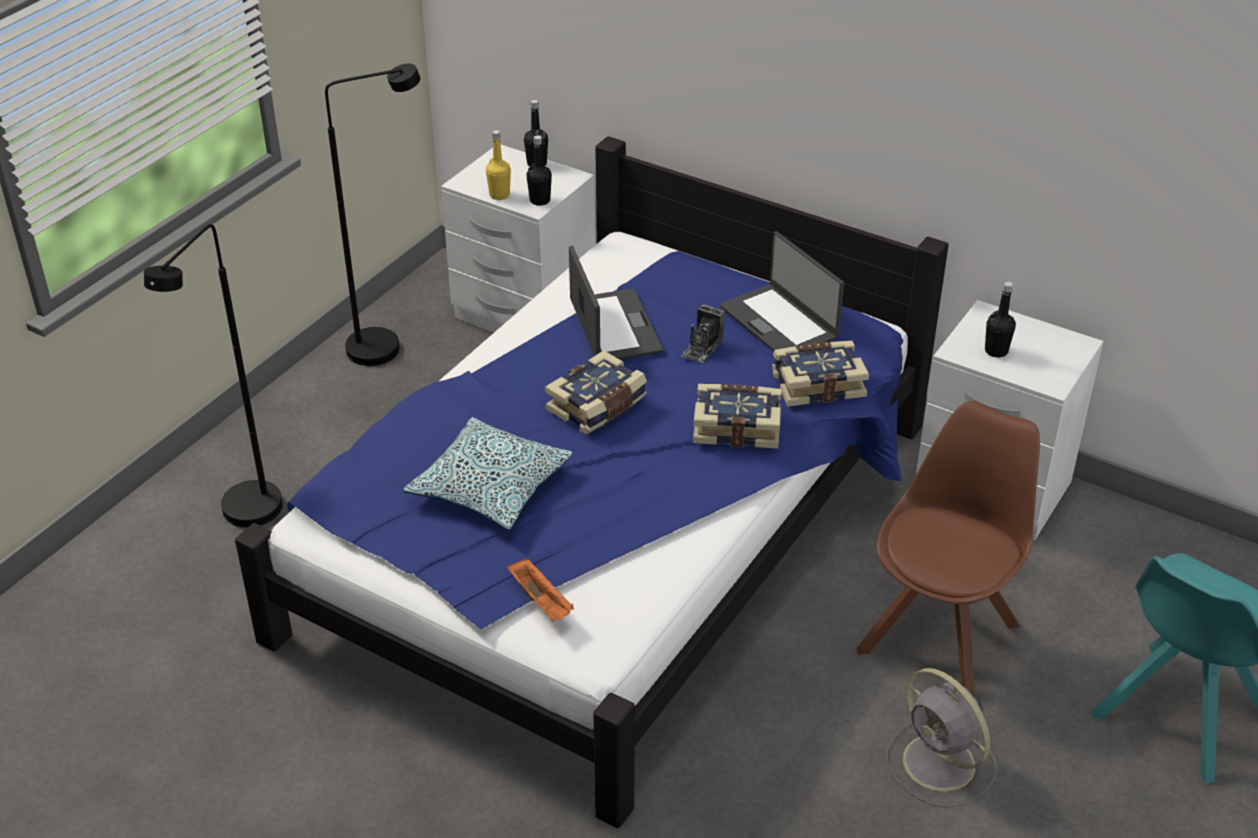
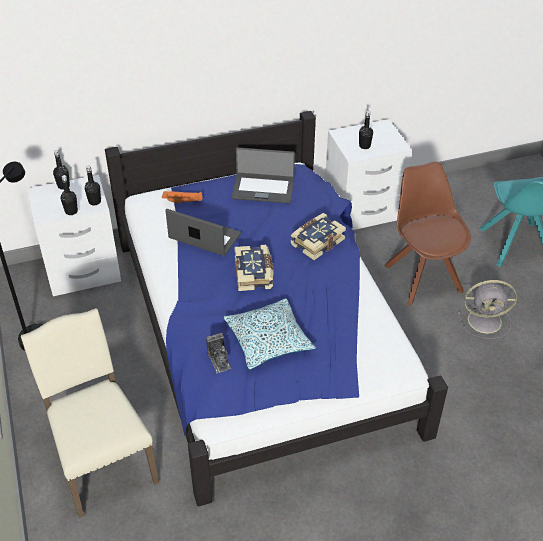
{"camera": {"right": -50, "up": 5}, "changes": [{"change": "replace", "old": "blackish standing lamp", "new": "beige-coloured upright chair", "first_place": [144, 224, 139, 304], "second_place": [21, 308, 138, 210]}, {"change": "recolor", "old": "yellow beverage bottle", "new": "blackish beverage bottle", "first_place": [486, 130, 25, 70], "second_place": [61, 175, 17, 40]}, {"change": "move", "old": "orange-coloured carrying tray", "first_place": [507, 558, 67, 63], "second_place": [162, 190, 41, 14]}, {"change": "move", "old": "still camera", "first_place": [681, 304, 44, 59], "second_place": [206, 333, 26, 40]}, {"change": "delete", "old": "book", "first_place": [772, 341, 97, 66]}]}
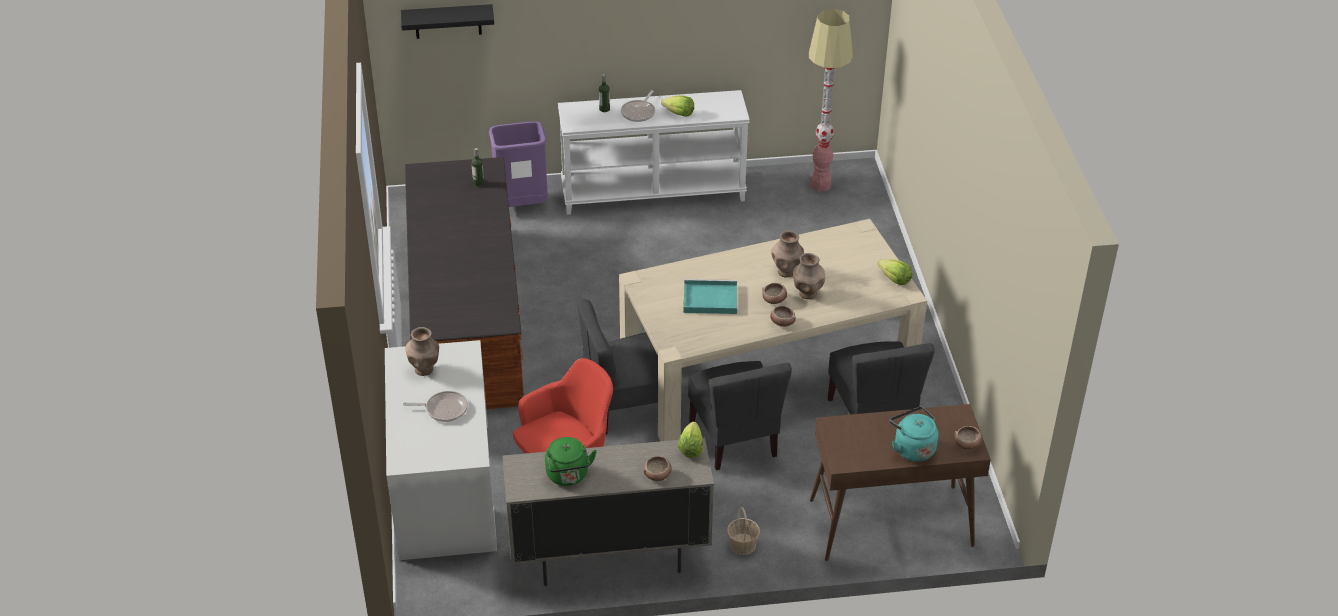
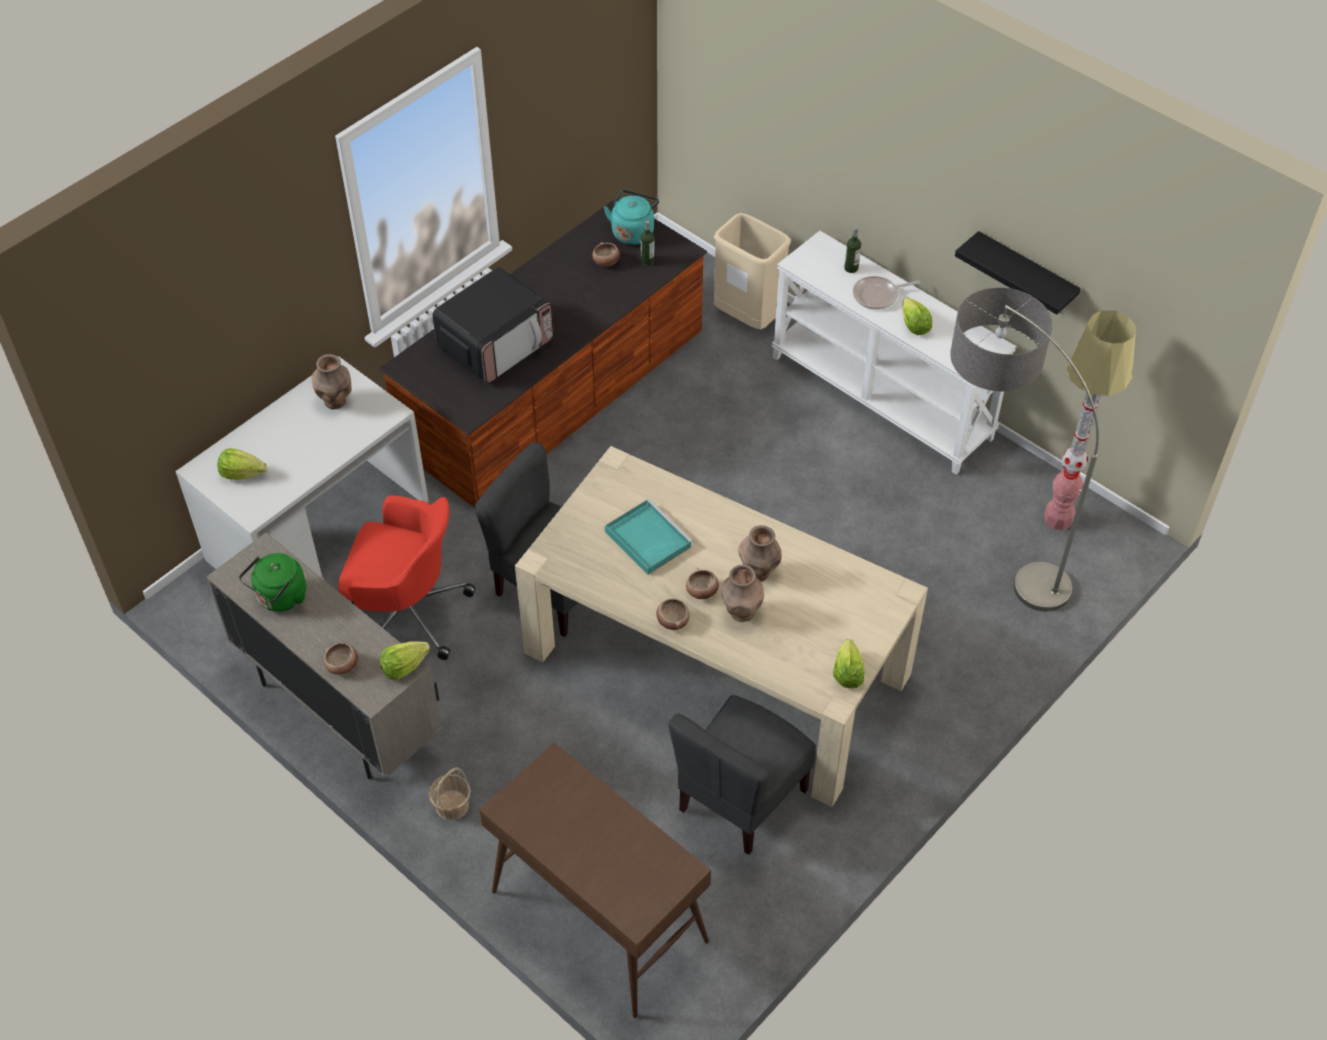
{"camera": {"right": 50, "up": 10}, "changes": [{"change": "insert", "new": "head of lettuce", "second_place": [217, 448, 50, 32]}, {"change": "insert", "new": "microwave", "second_place": [432, 267, 122, 117]}, {"change": "move", "old": "deep dish", "first_place": [955, 426, 27, 24], "second_place": [592, 242, 28, 24]}, {"change": "move", "old": "blue-green kettle", "first_place": [890, 407, 48, 55], "second_place": [604, 190, 55, 55]}, {"change": "recolor", "old": "purplish waste bin", "new": "beige-coloured waste bin", "first_place": [489, 121, 59, 86], "second_place": [714, 213, 77, 116]}, {"change": "insert", "new": "standing lamp", "second_place": [950, 287, 149, 324]}, {"change": "move", "old": "blackish shelf", "first_place": [401, 4, 93, 35], "second_place": [955, 231, 126, 84]}, {"change": "delete", "old": "pan", "first_place": [403, 391, 65, 31]}, {"change": "delete", "old": "greyish upright chair", "first_place": [688, 361, 104, 109]}]}
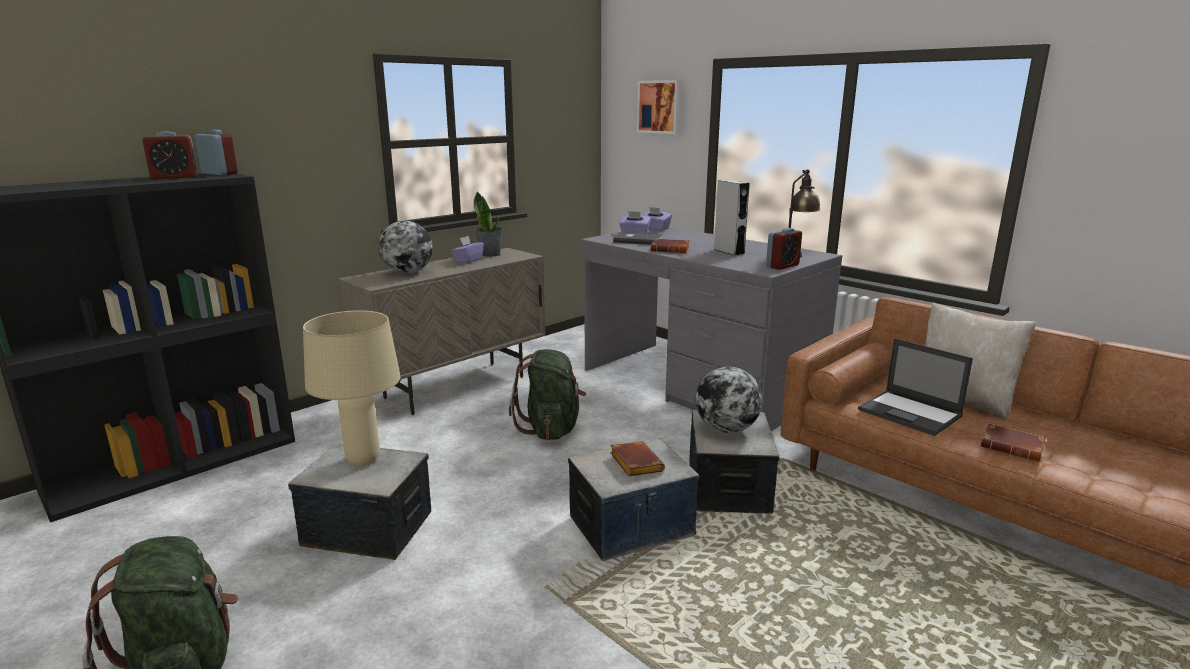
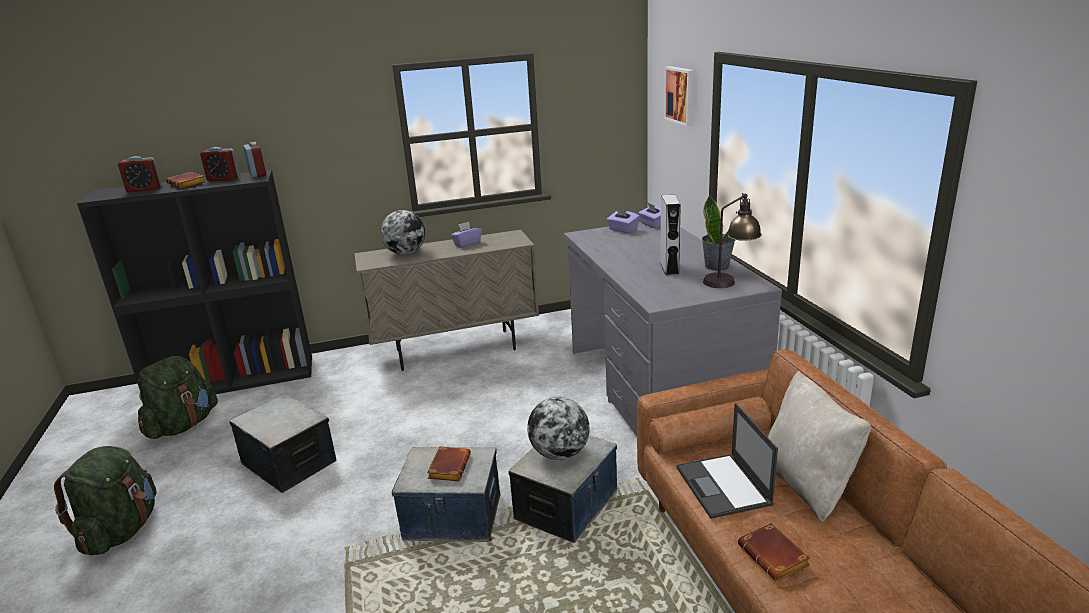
{"camera": {"right": 30, "up": 5}, "changes": [{"change": "move", "old": "alarm clock", "first_place": [766, 228, 36, 42], "second_place": [118, 156, 43, 36]}, {"change": "move", "old": "green-coloured backpack", "first_place": [509, 349, 77, 91], "second_place": [138, 356, 80, 83]}, {"change": "move", "old": "brownish book", "first_place": [650, 239, 40, 14], "second_place": [166, 172, 40, 16]}, {"change": "move", "old": "plant in a pot", "first_place": [473, 192, 31, 65], "second_place": [702, 195, 33, 76]}, {"change": "delete", "old": "beige-coloured table lamp", "first_place": [303, 311, 98, 154]}, {"change": "delete", "old": "greyish book", "first_place": [613, 232, 50, 13]}]}
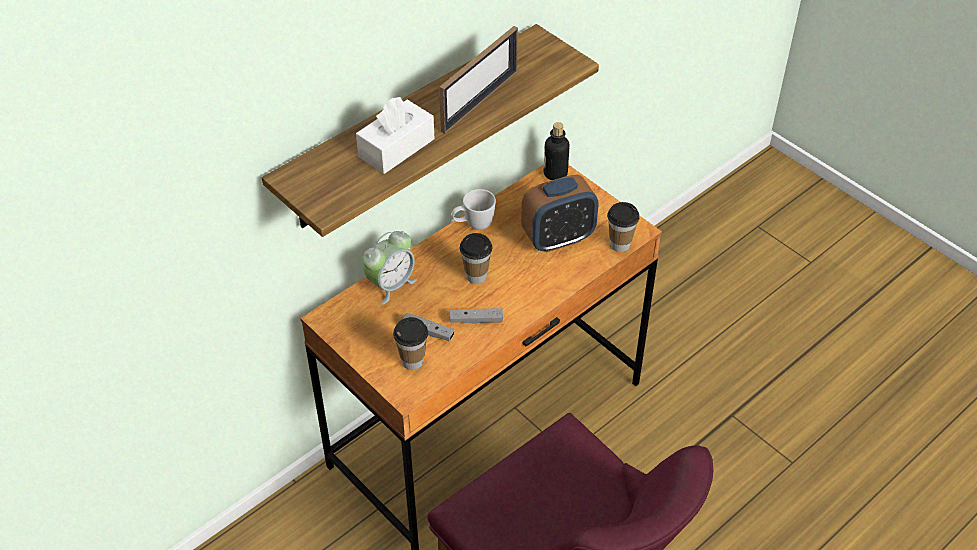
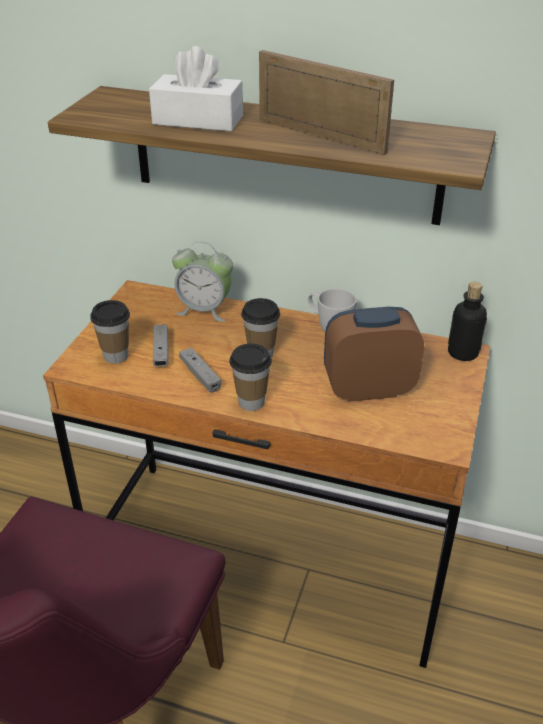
{"camera": {"right": 60, "up": -10}, "changes": [{"change": "move", "old": "cup", "first_place": [607, 202, 33, 50], "second_place": [229, 343, 43, 68]}, {"change": "rotate", "old": "picture frame", "first_place": [439, 26, 79, 108], "second_place": [259, 50, 135, 105], "degrees": -150}, {"change": "rotate", "old": "alarm clock", "first_place": [521, 174, 77, 78], "second_place": [324, 307, 100, 95], "degrees": 135}]}
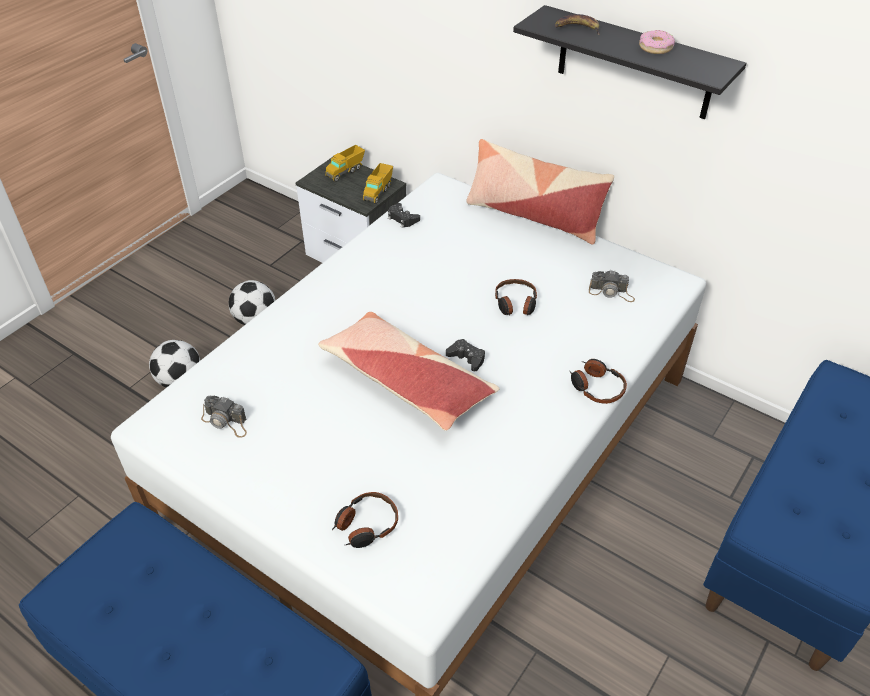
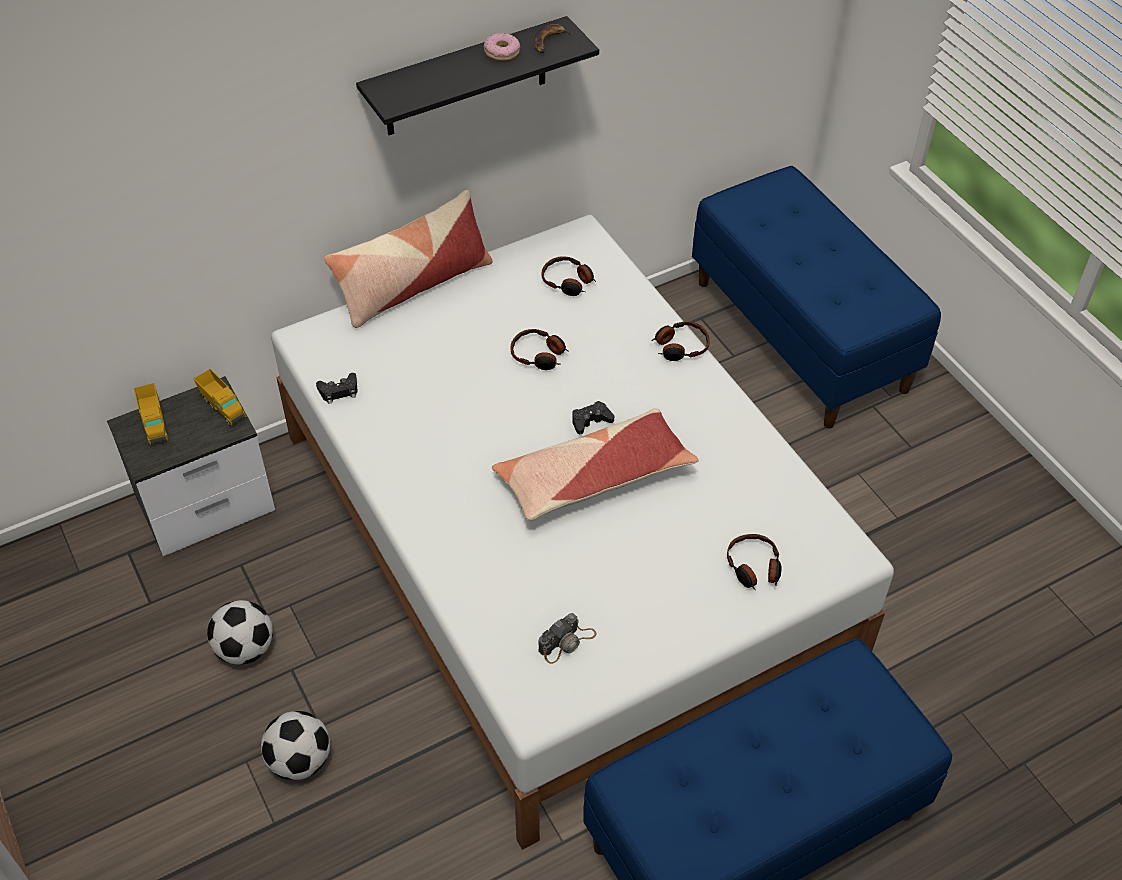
{"camera": {"right": -65, "up": 5}, "changes": [{"change": "move", "old": "banana fruit", "first_place": [555, 14, 45, 21], "second_place": [534, 24, 40, 29]}, {"change": "replace", "old": "still camera", "new": "headphones", "first_place": [589, 270, 46, 32], "second_place": [542, 256, 54, 40]}]}
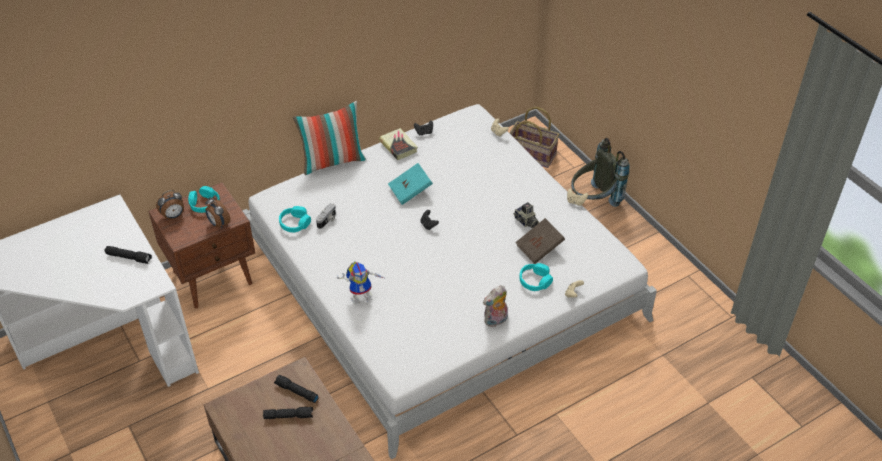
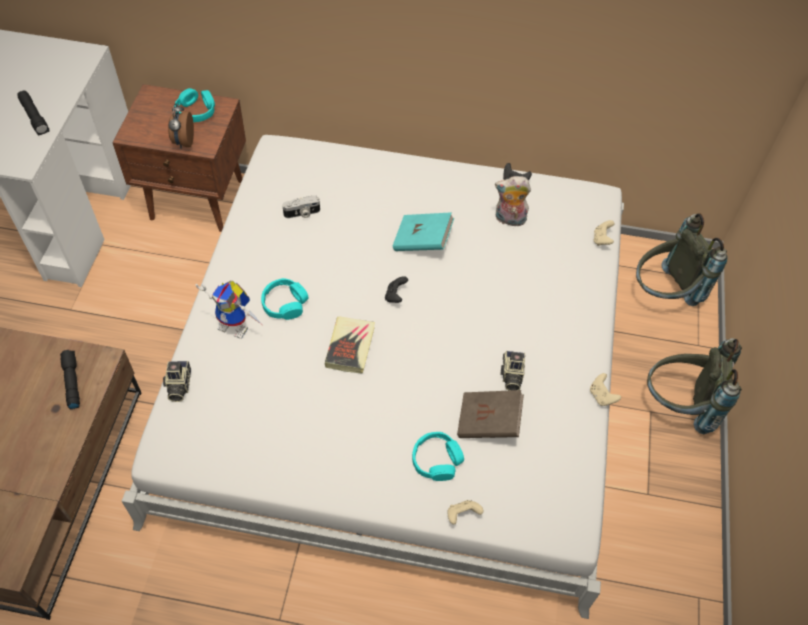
{"camera": {"right": 40, "up": 10}, "changes": [{"change": "insert", "new": "still camera", "second_place": [163, 361, 28, 41]}, {"change": "move", "old": "blue-green headphones", "first_place": [279, 206, 32, 26], "second_place": [261, 278, 47, 42]}, {"change": "move", "old": "book", "first_place": [379, 128, 39, 32], "second_place": [325, 316, 50, 58]}, {"change": "move", "old": "cuddly toy", "first_place": [483, 285, 25, 43], "second_place": [495, 176, 36, 51]}, {"change": "replace", "old": "storage basket", "new": "greyish backpack", "first_place": [509, 107, 50, 61], "second_place": [636, 213, 91, 93]}, {"change": "delete", "old": "alarm clock", "first_place": [156, 190, 28, 30]}, {"change": "delete", "old": "blackish hand torch", "first_place": [263, 407, 50, 12]}, {"change": "delete", "old": "cushion", "first_place": [293, 101, 73, 74]}]}
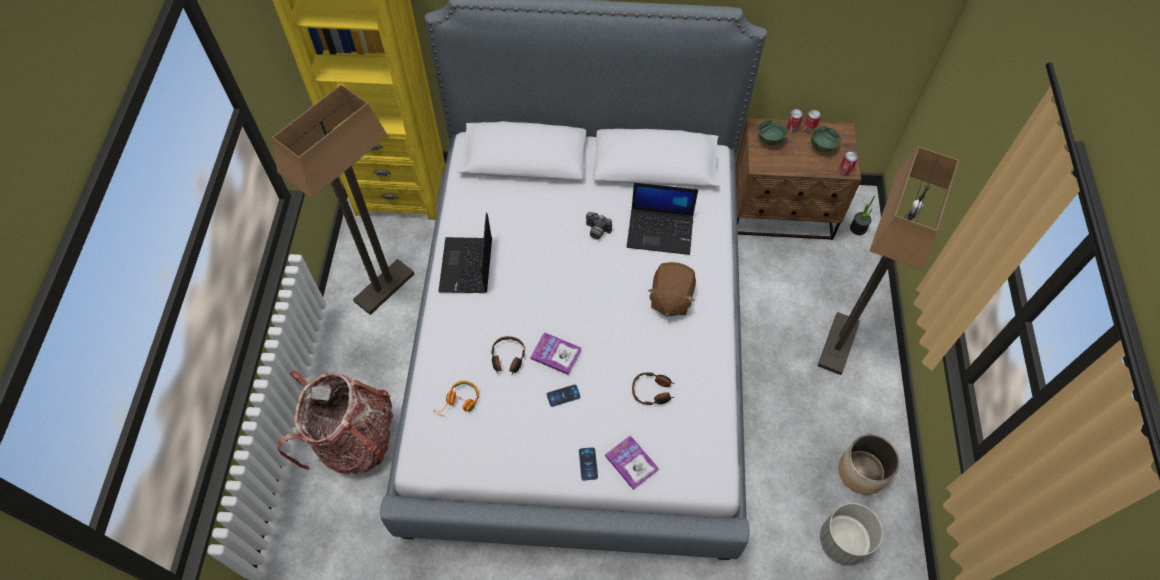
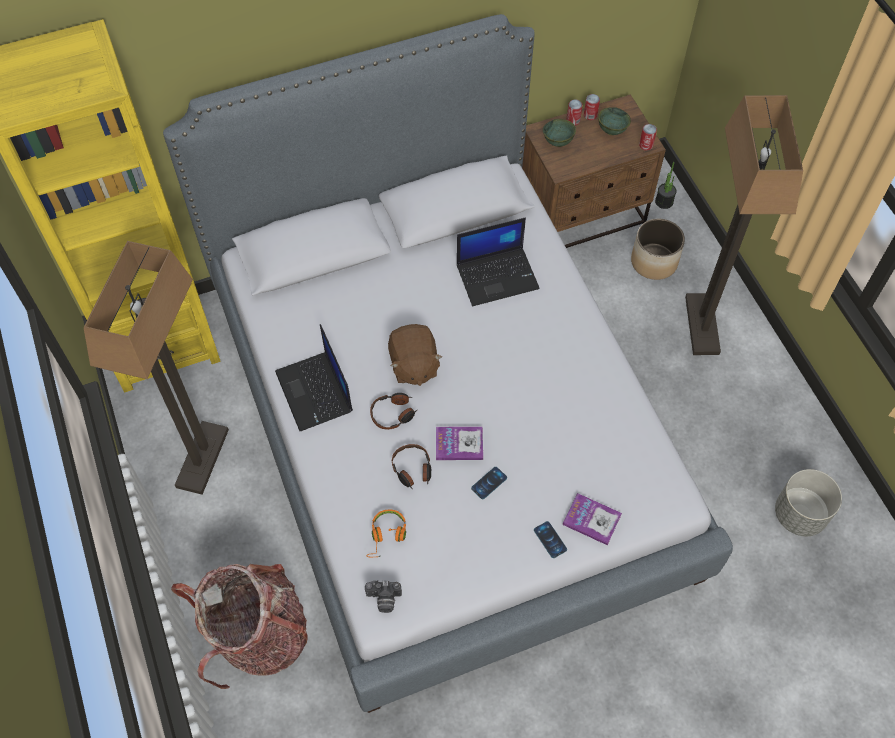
{"camera": {"right": -25, "up": 0}, "changes": [{"change": "move", "old": "still camera", "first_place": [586, 212, 26, 28], "second_place": [365, 580, 37, 33]}, {"change": "move", "old": "headphones", "first_place": [632, 372, 42, 33], "second_place": [370, 393, 47, 37]}, {"change": "move", "old": "brownish cuddly toy", "first_place": [648, 262, 48, 55], "second_place": [388, 324, 54, 62]}, {"change": "move", "old": "plant pot", "first_place": [839, 434, 61, 61], "second_place": [631, 219, 54, 61]}]}
